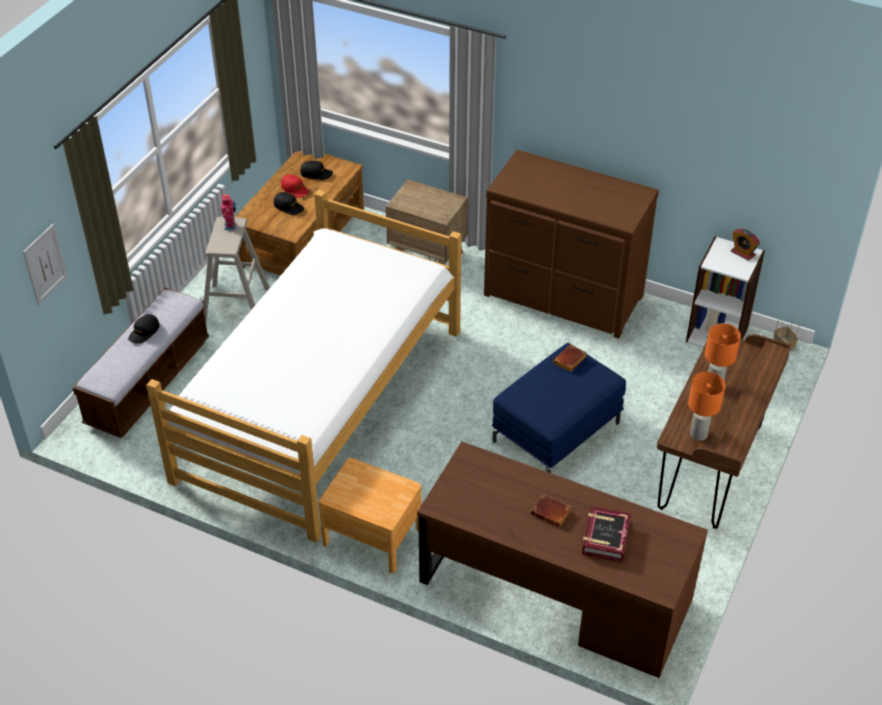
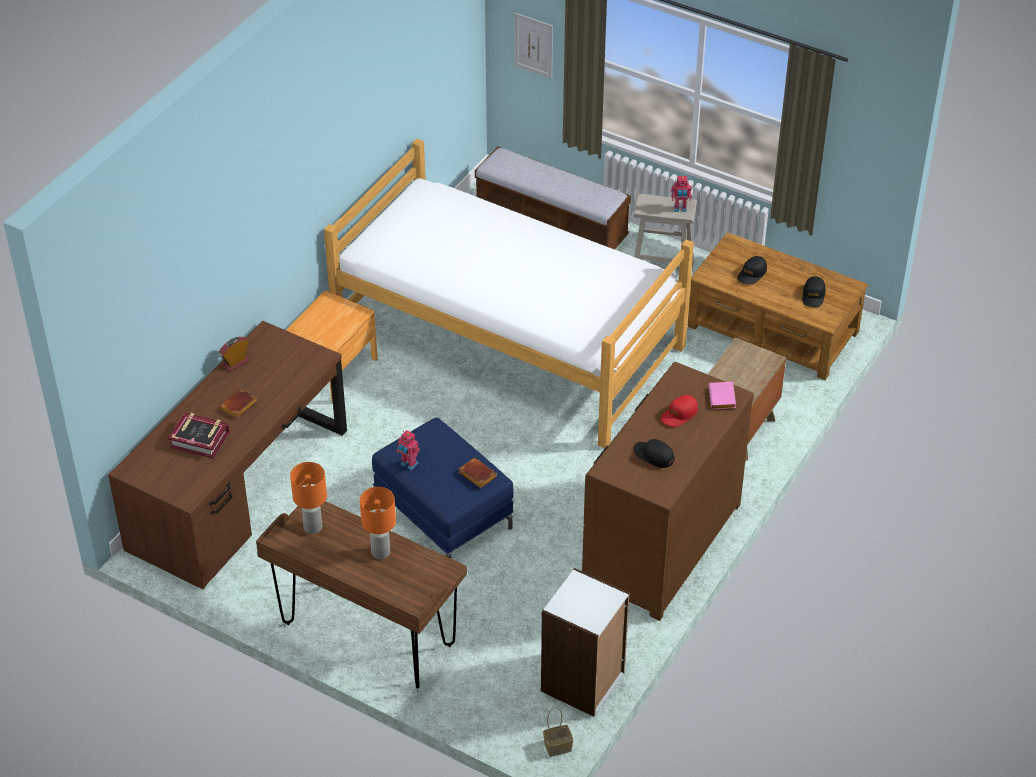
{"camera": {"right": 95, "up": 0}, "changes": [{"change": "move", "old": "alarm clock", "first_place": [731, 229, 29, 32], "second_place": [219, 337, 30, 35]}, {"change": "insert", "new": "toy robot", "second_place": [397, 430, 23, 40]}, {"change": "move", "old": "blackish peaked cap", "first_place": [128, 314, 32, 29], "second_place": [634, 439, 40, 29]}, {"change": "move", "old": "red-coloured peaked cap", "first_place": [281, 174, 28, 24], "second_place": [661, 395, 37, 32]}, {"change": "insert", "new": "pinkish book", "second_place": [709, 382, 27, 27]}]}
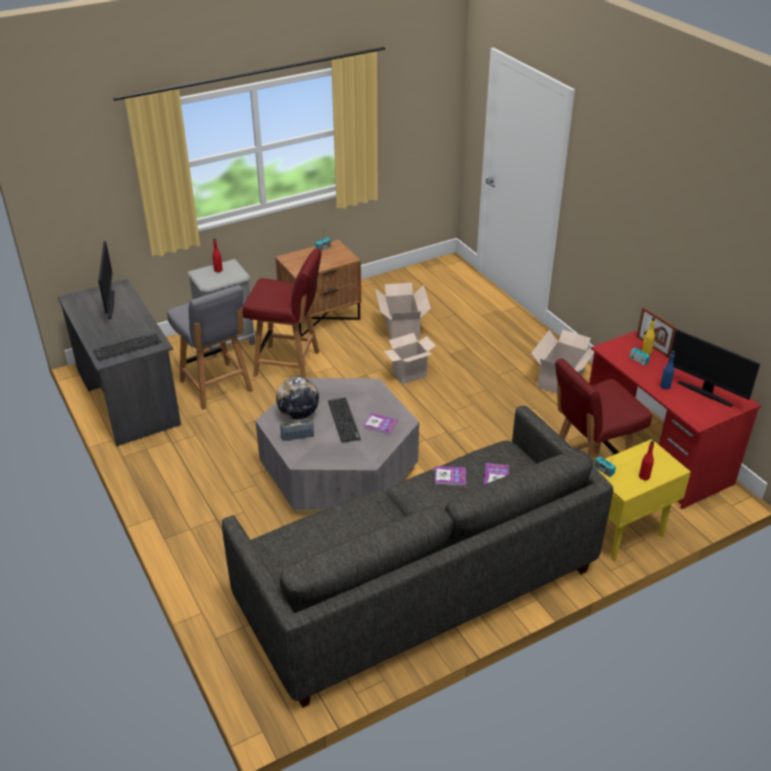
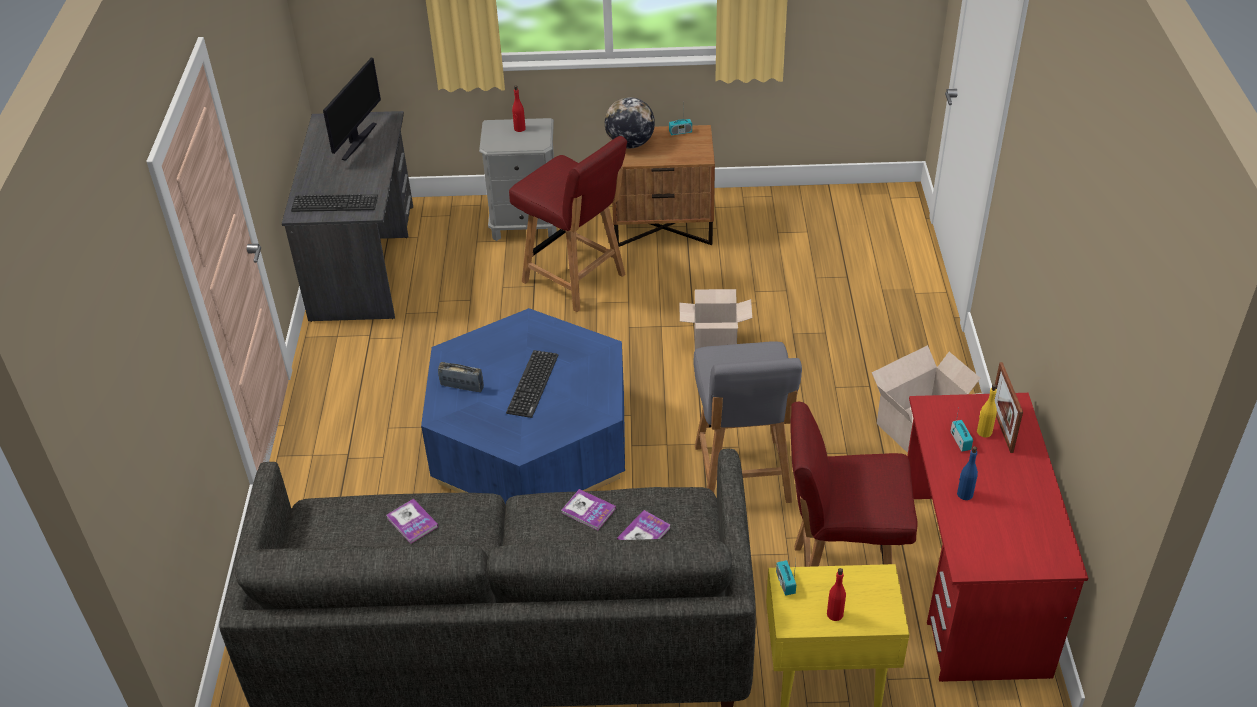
{"camera": {"right": 30, "up": 5}, "changes": [{"change": "move", "old": "book", "first_place": [363, 413, 34, 22], "second_place": [386, 499, 52, 45]}, {"change": "recolor", "old": "greyish lounge table", "new": "bluish lounge table", "first_place": [256, 378, 163, 136], "second_place": [421, 308, 204, 197]}, {"change": "move", "old": "globe", "first_place": [276, 377, 43, 42], "second_place": [605, 97, 50, 51]}, {"change": "move", "old": "greyish upright chair", "first_place": [167, 285, 86, 125], "second_place": [693, 341, 109, 162]}, {"change": "delete", "old": "carton", "first_place": [375, 283, 56, 57]}, {"change": "delete", "old": "computer display", "first_place": [669, 329, 91, 78]}]}
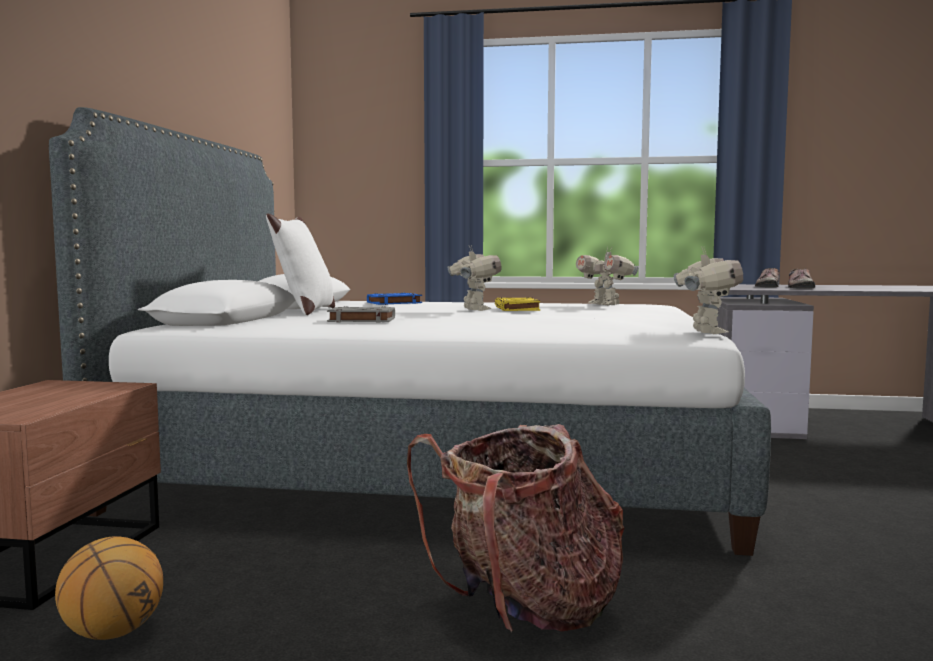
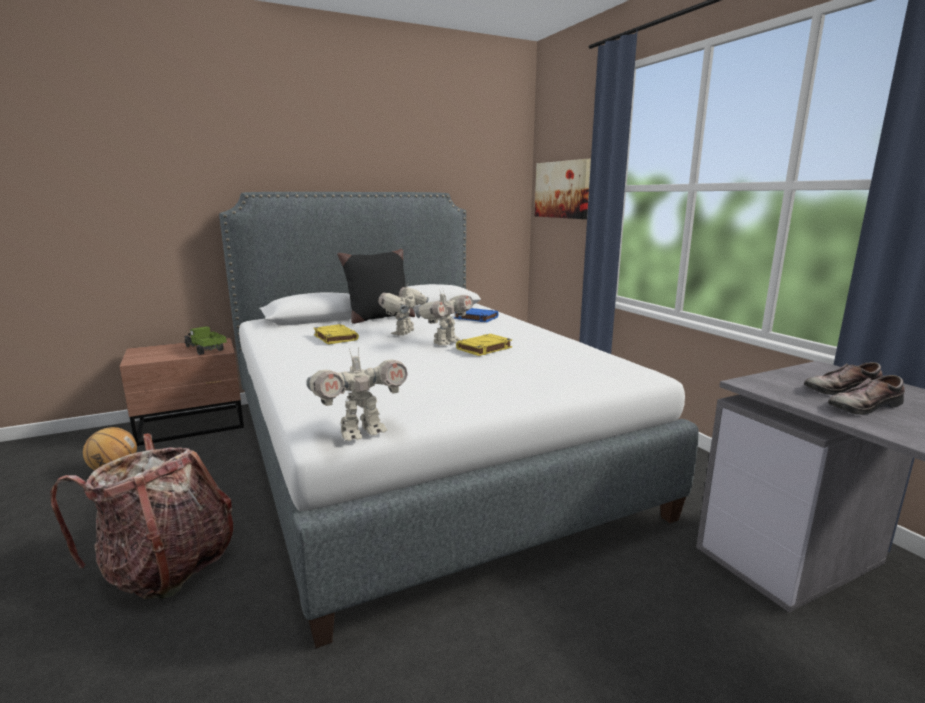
{"camera": {"right": 55, "up": 10}, "changes": [{"change": "insert", "new": "toy truck", "second_place": [184, 326, 43, 29]}, {"change": "recolor", "old": "greyish book", "new": "yellow book", "first_place": [327, 306, 68, 17], "second_place": [313, 324, 46, 21]}, {"change": "recolor", "old": "white cushion", "new": "blackish cushion", "first_place": [266, 214, 69, 101], "second_place": [337, 249, 78, 75]}, {"change": "move", "old": "toy robot", "first_place": [576, 246, 63, 59], "second_place": [378, 284, 51, 52]}, {"change": "insert", "new": "wall picture", "second_place": [535, 159, 56, 60]}]}
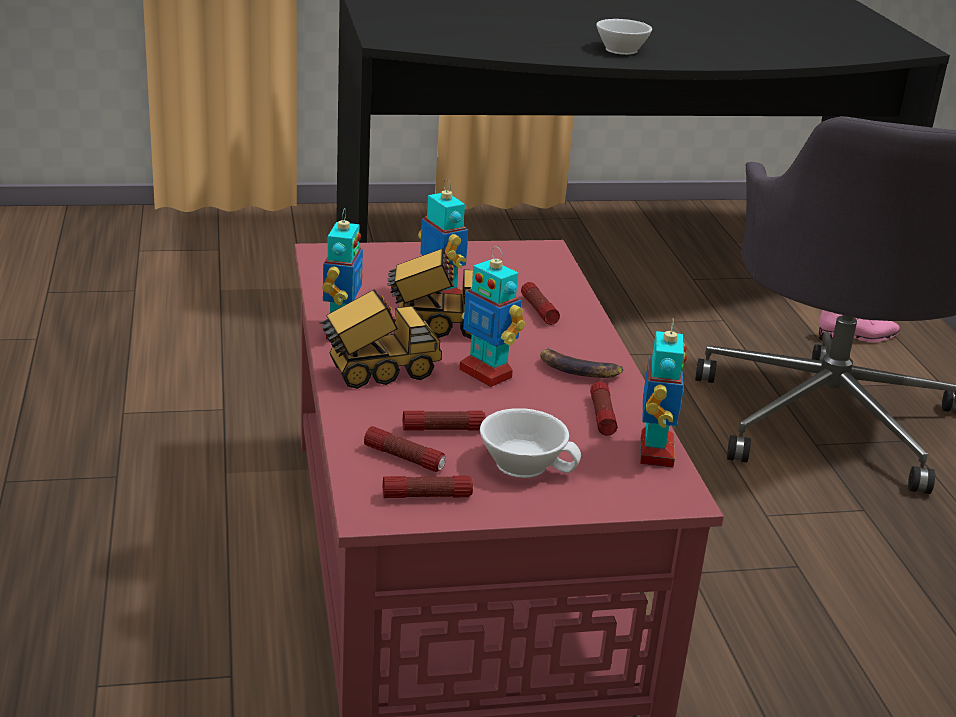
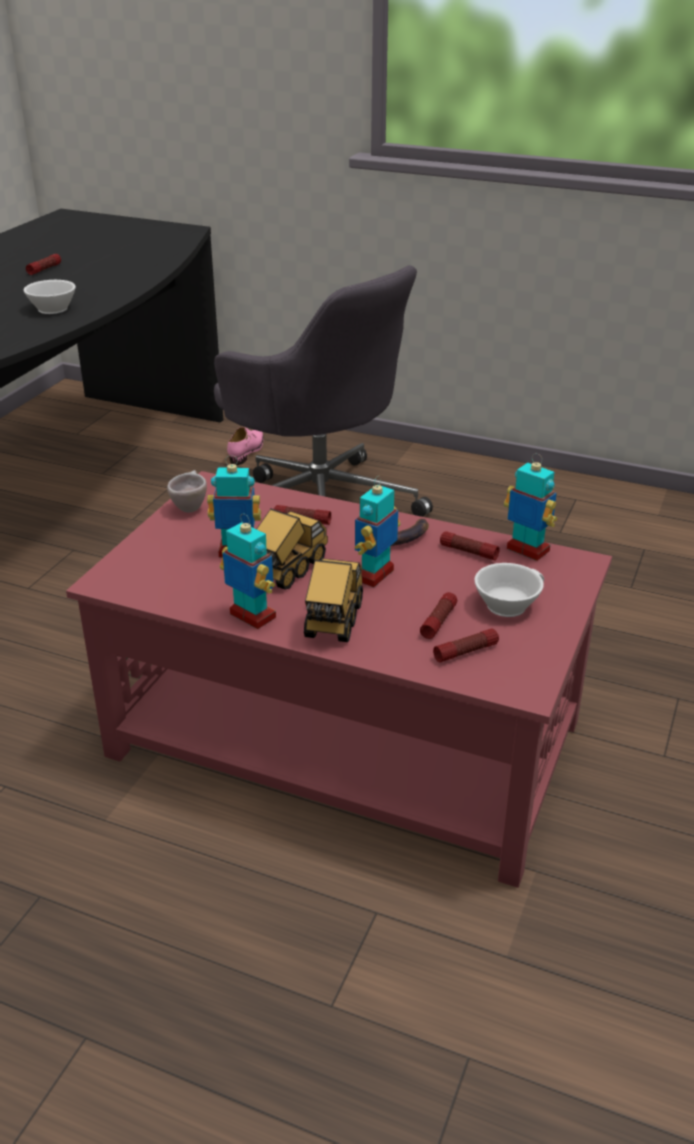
{"camera": {"right": -55, "up": 5}, "changes": [{"change": "move", "old": "hand torch", "first_place": [383, 476, 90, 22], "second_place": [26, 254, 35, 21]}, {"change": "insert", "new": "beige-coloured cup", "second_place": [167, 470, 40, 43]}, {"change": "rotate", "old": "toy robot", "first_place": [459, 247, 66, 140], "second_place": [355, 476, 46, 111], "degrees": 135}]}
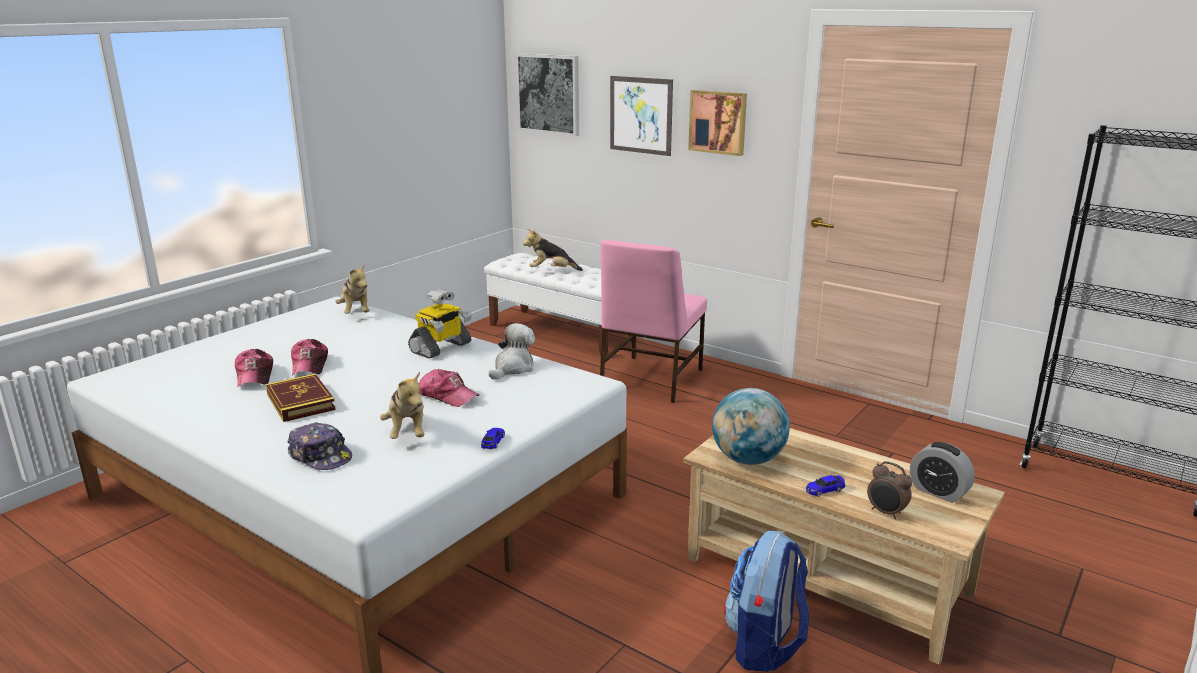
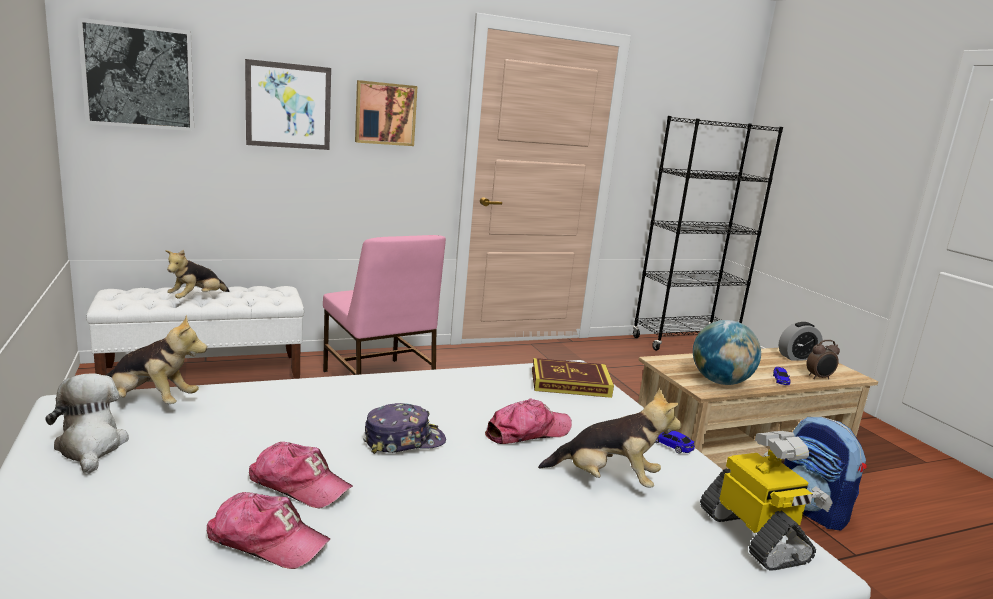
{"camera": {"right": -60, "up": -5}, "changes": [{"change": "move", "old": "cuddly toy", "first_place": [489, 323, 46, 57], "second_place": [45, 374, 84, 100]}, {"change": "move", "old": "peaked cap", "first_place": [287, 422, 65, 48], "second_place": [363, 403, 83, 51]}, {"change": "move", "old": "book", "first_place": [266, 374, 70, 48], "second_place": [532, 358, 82, 40]}, {"change": "move", "old": "toy robot", "first_place": [408, 289, 64, 70], "second_place": [700, 431, 133, 140]}]}
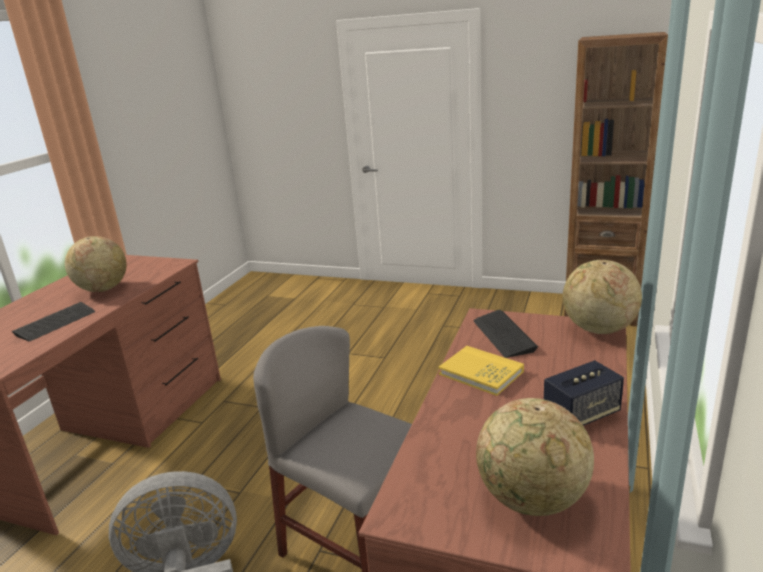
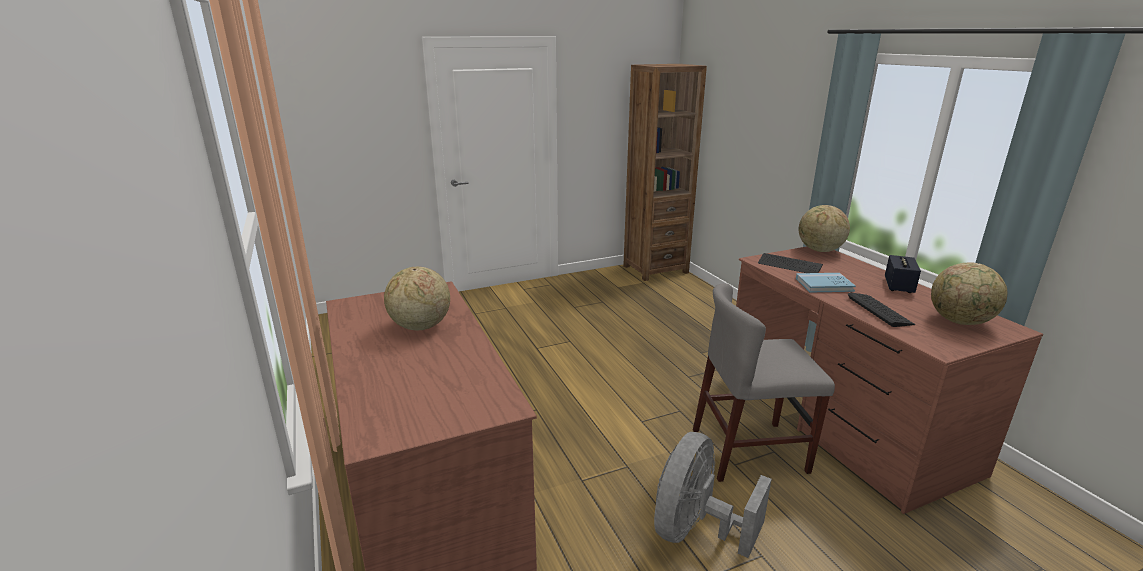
{"camera": {"right": -45, "up": 0}, "changes": [{"change": "recolor", "old": "yellow book", "new": "bluish book", "first_place": [439, 346, 85, 50], "second_place": [796, 273, 60, 20]}, {"change": "move", "old": "keyboard", "first_place": [12, 302, 83, 39], "second_place": [848, 292, 67, 35]}]}
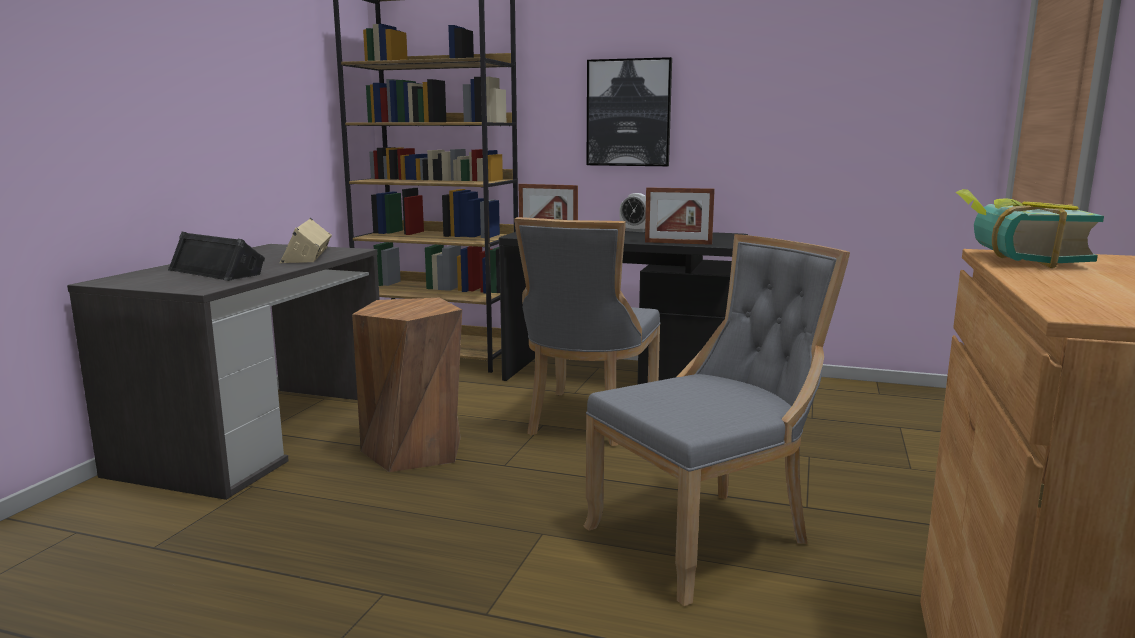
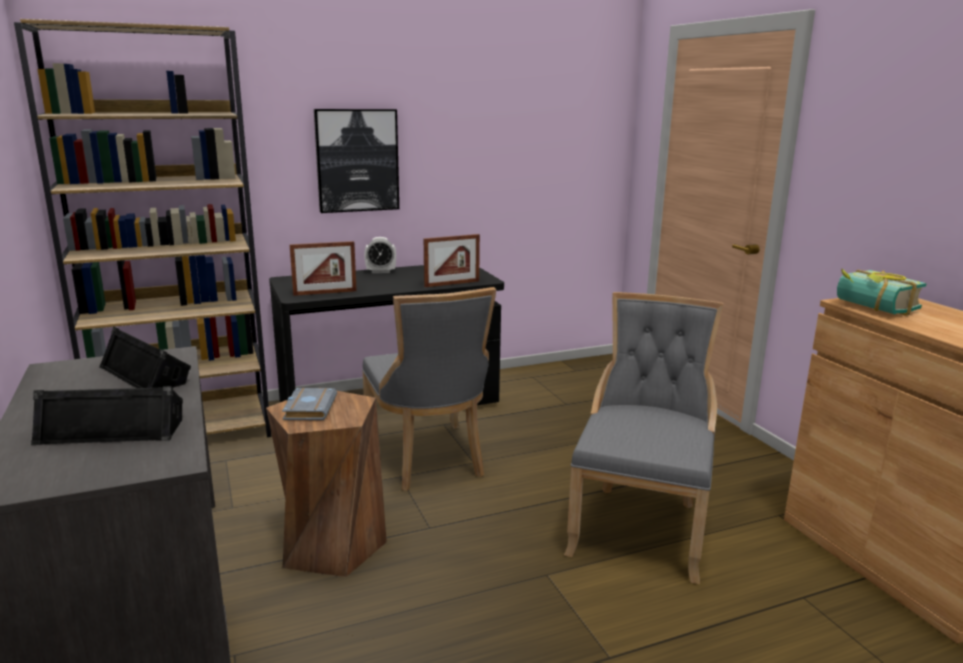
{"camera": {"right": -40, "up": 5}, "changes": [{"change": "recolor", "old": "beige-coloured audio speaker", "new": "blackish audio speaker", "first_place": [280, 218, 52, 45], "second_place": [99, 327, 92, 61]}, {"change": "insert", "new": "greyish book", "second_place": [282, 388, 55, 32]}]}
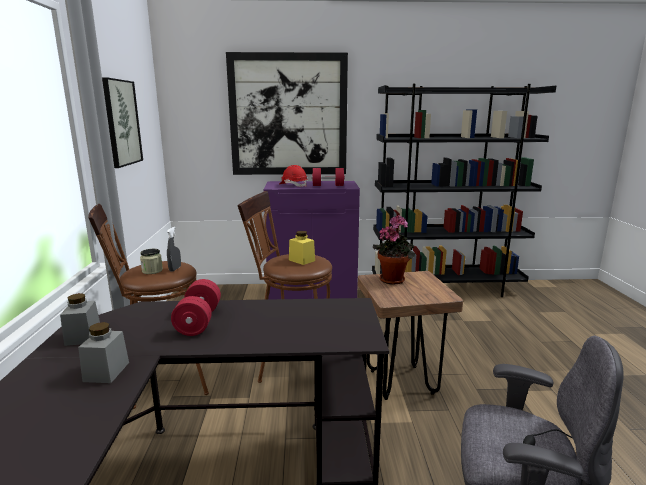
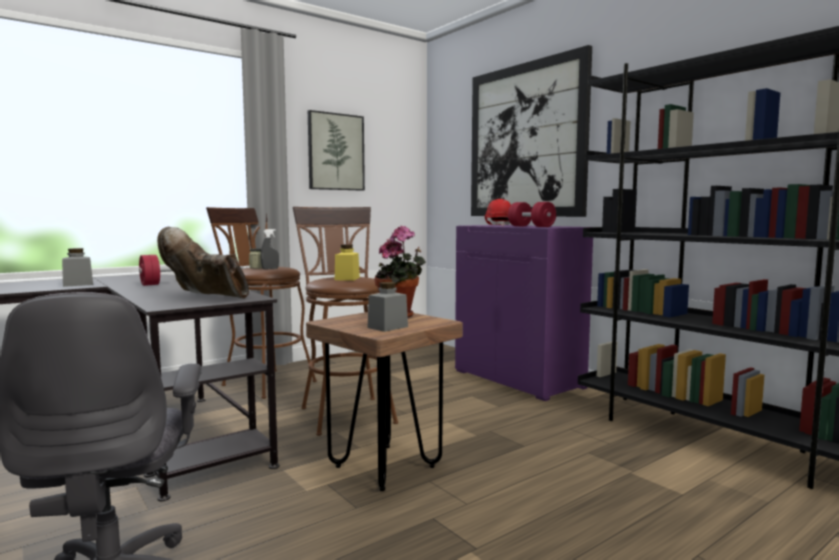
{"camera": {"right": 55, "up": -10}, "changes": [{"change": "insert", "new": "brownish boot", "second_place": [157, 227, 92, 72]}, {"change": "move", "old": "greyish jar", "first_place": [60, 293, 40, 53], "second_place": [368, 282, 40, 50]}]}
